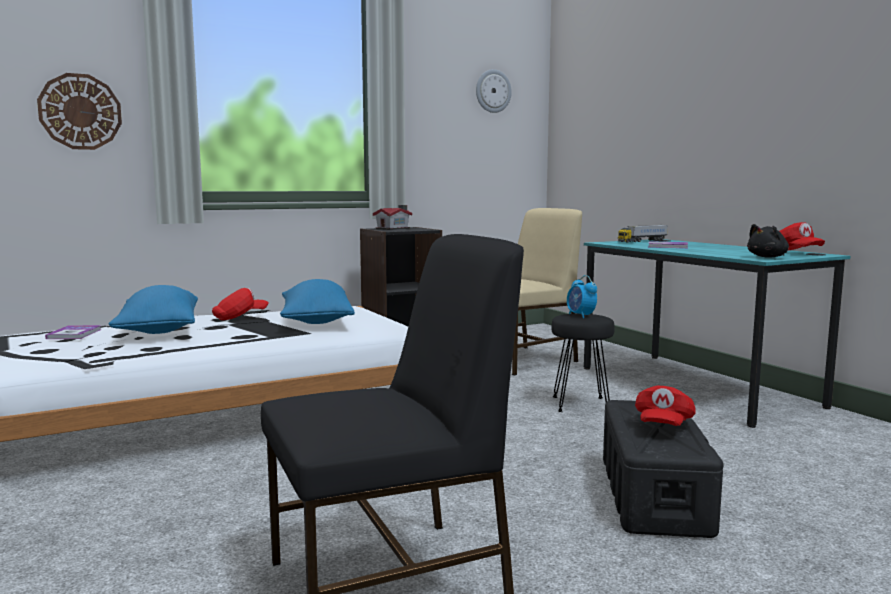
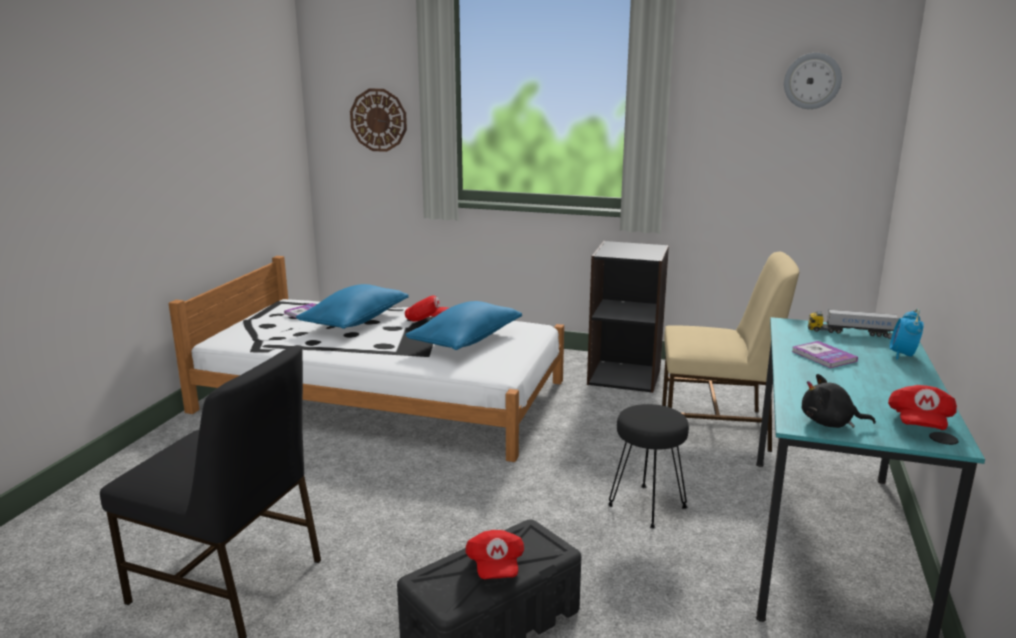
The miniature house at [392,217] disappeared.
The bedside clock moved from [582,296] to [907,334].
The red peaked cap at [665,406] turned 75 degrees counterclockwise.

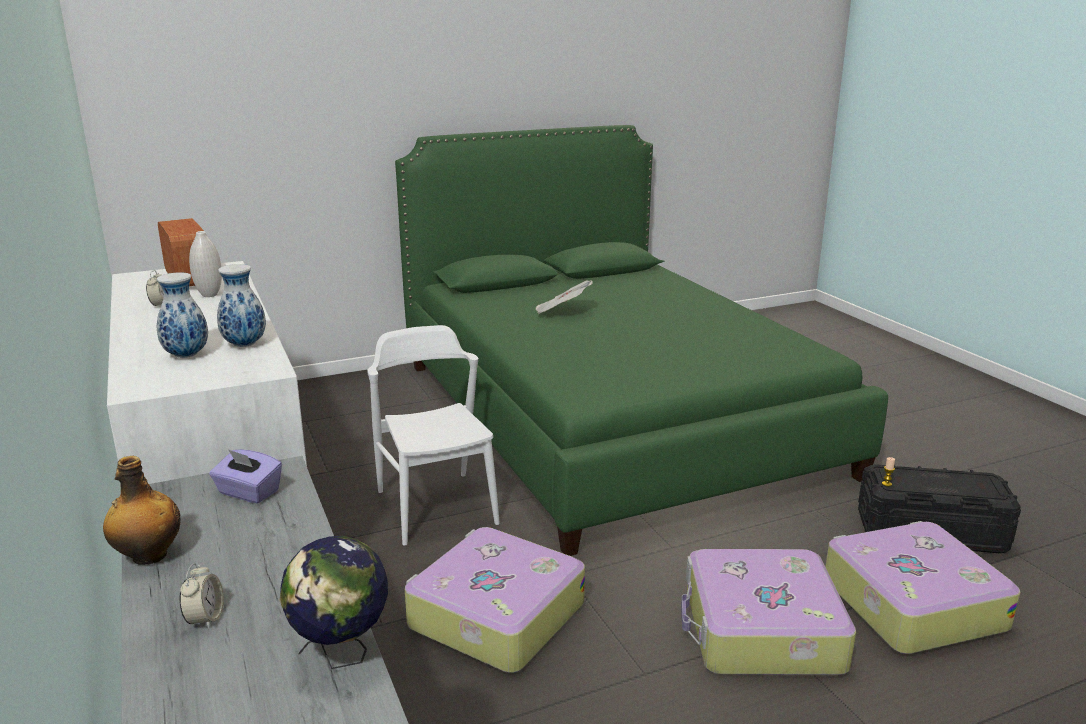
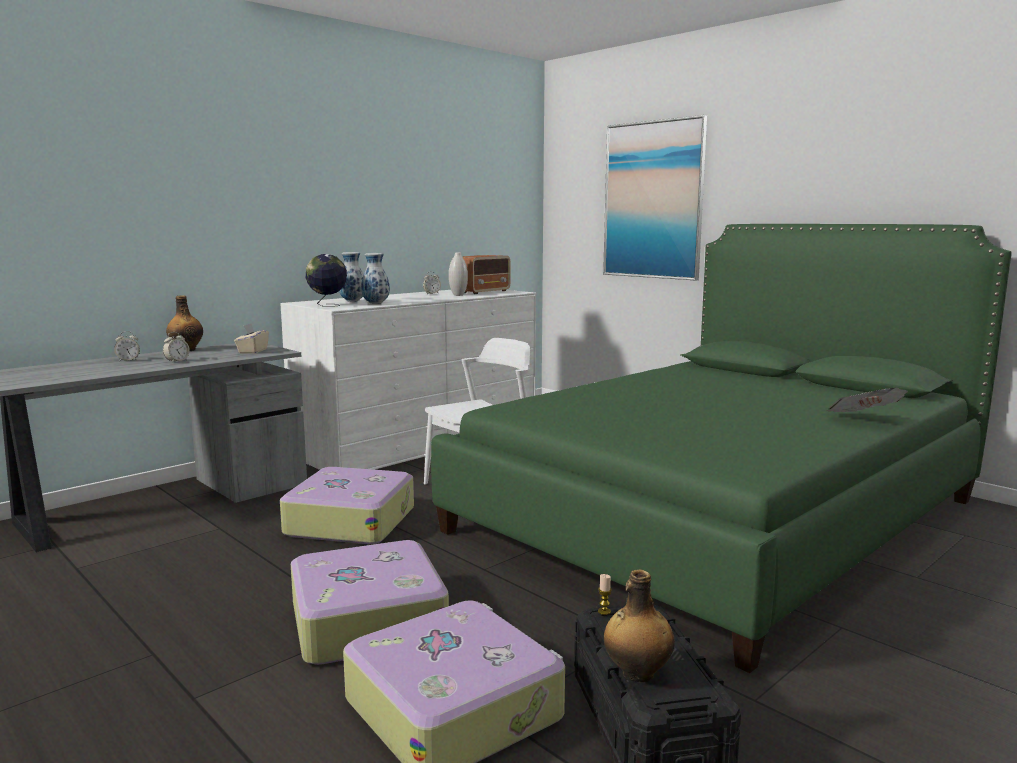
The printed paper moved from [564,297] to [867,400].
The purple tissue holder at [245,476] became the beige tissue holder at [251,339].
The globe moved from [334,602] to [326,280].
The wall art at [655,197] appeared.
The bedside clock at [176,347] appeared.
The bottle at [639,626] appeared.

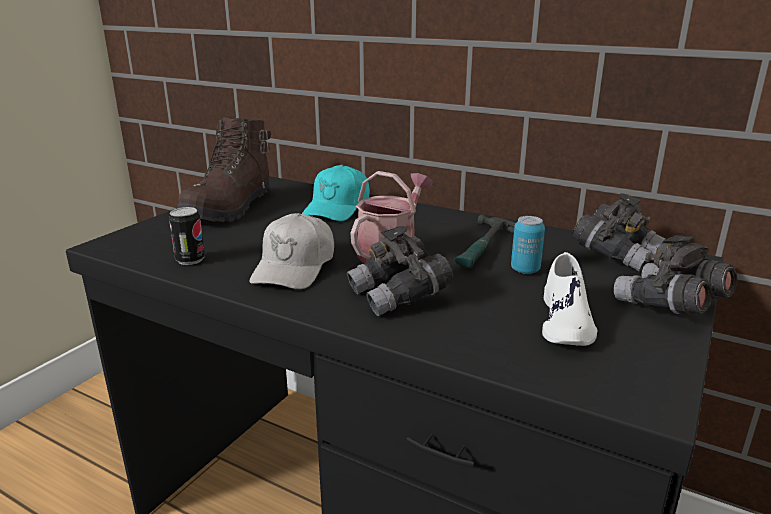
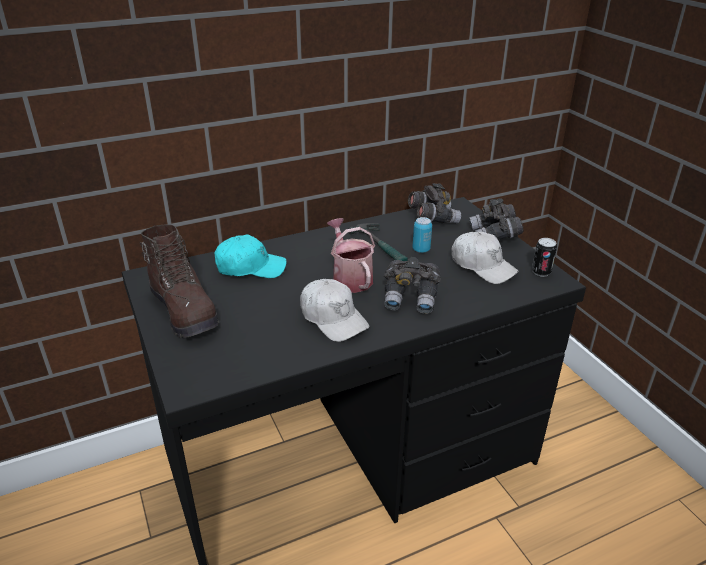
The turquoise-coloured peaked cap at [336,193] turned 60 degrees counterclockwise.
The metal can moved from [187,236] to [544,257].
The white-coloured shoe at [569,299] was replaced by the white-coloured peaked cap at [485,257].

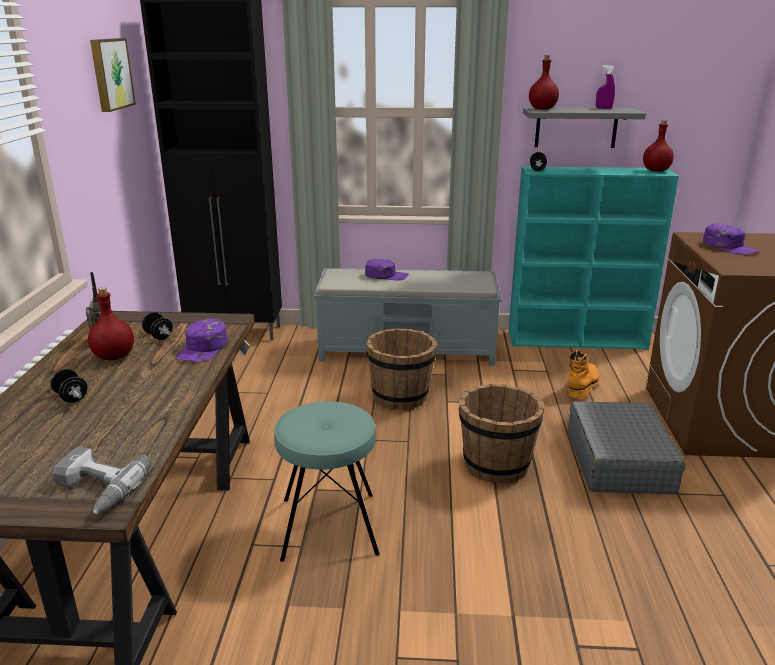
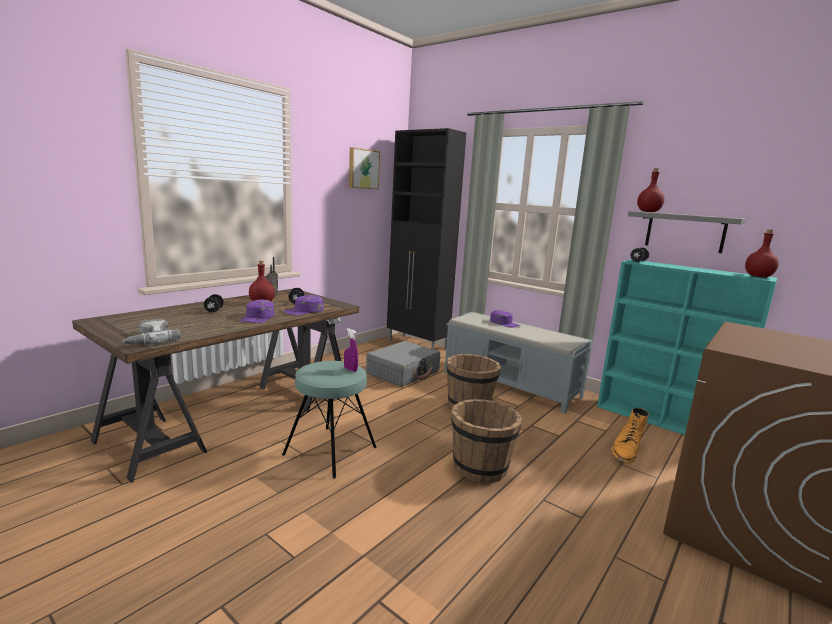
The purple sprayer moved from [605,87] to [351,350].
The purple peaked cap moved from [731,239] to [257,311].
The orangey boot at [583,374] turned 150 degrees clockwise.
The grey suitcase moved from [627,447] to [403,364].

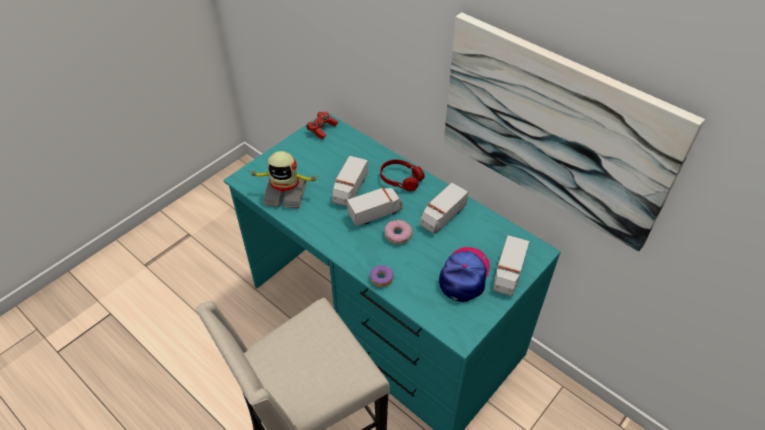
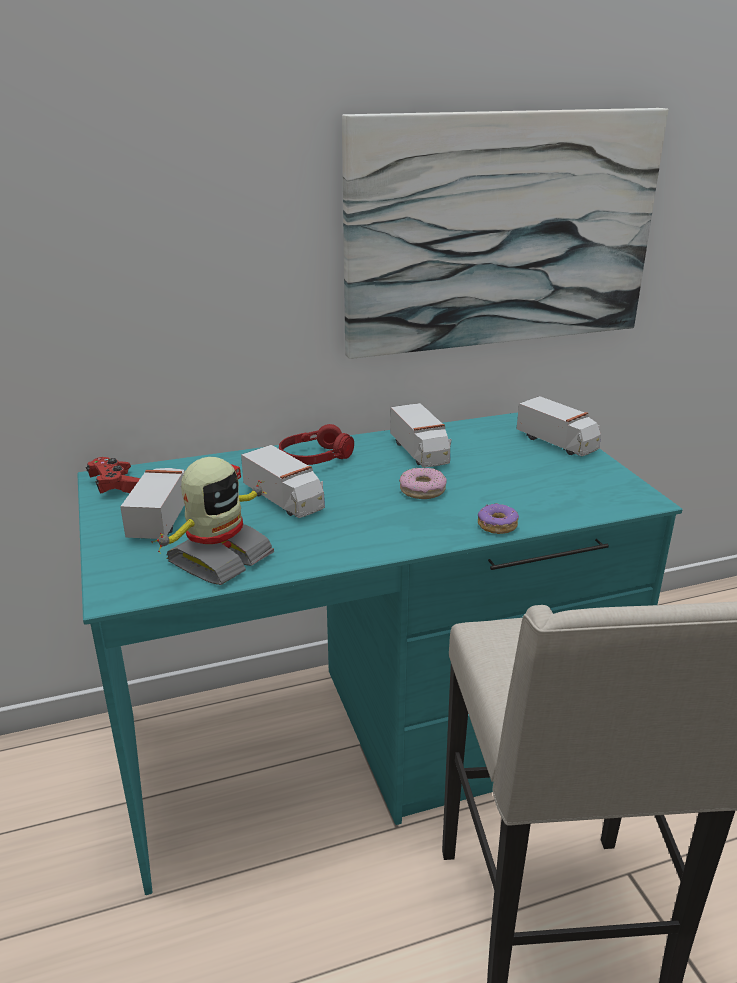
The model truck moved from [375,206] to [152,503].
The peaked cap at [464,274] disappeared.

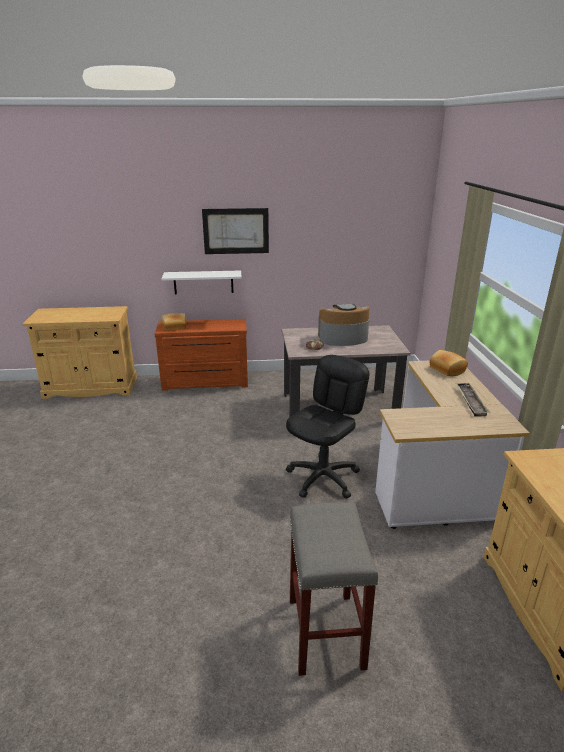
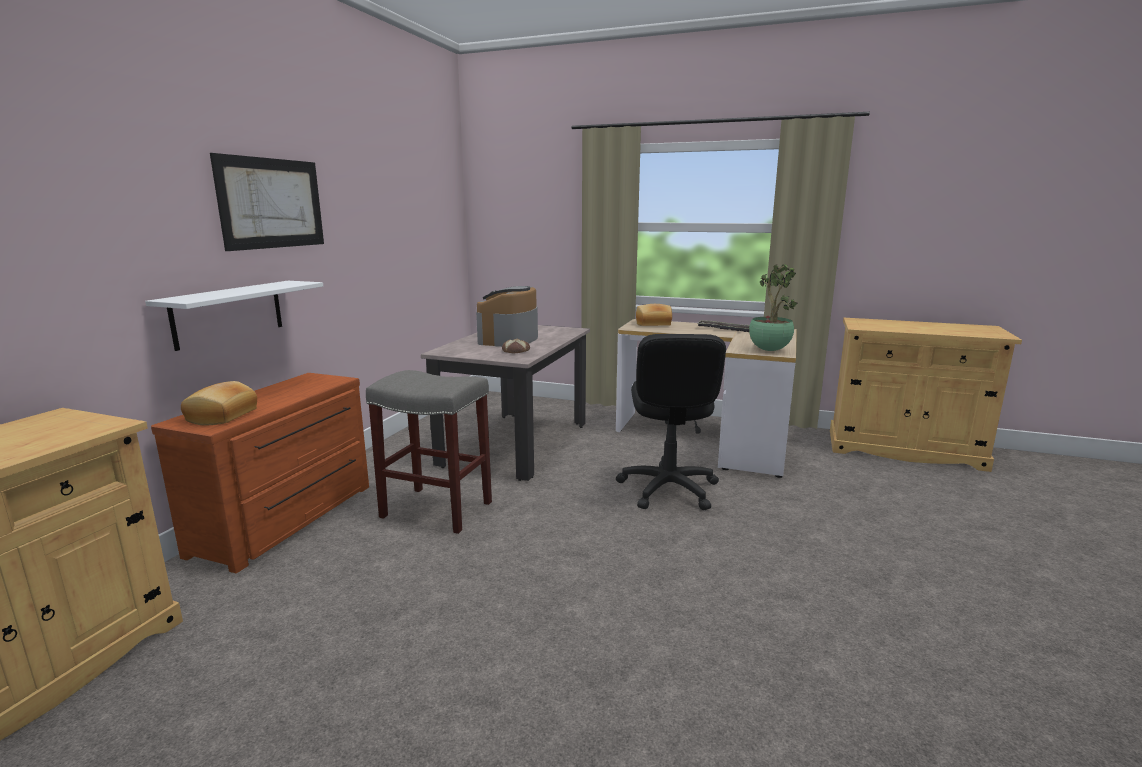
The black-coloured office chair at [327,426] turned 150 degrees counterclockwise.
The grey sitting stool moved from [334,589] to [429,452].
The plant in a pot at [773,307] appeared.

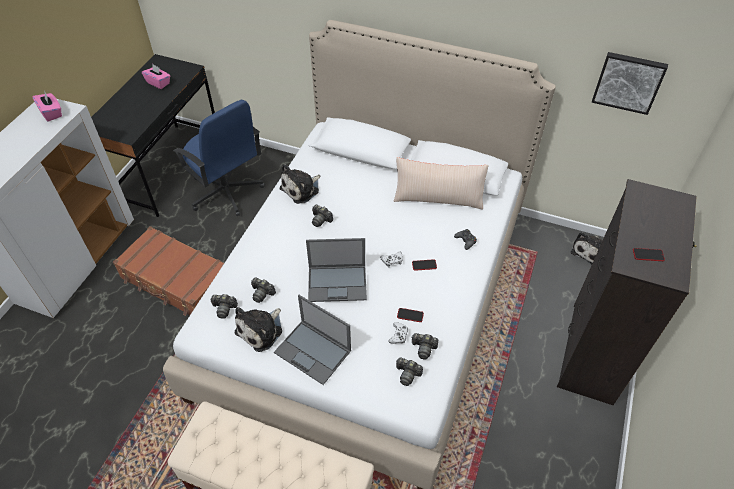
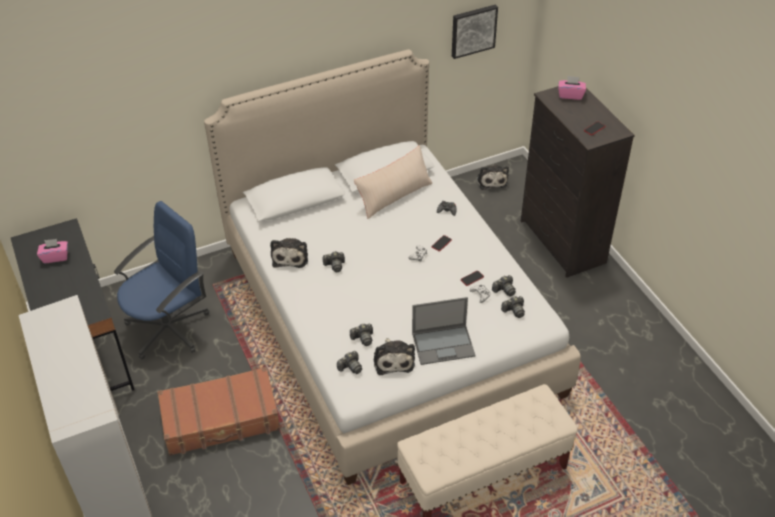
The pink tissue holder moved from [47,107] to [572,88].
The blue-coloured office chair at [219,158] turned 45 degrees counterclockwise.
The portable computer at [336,270] disappeared.

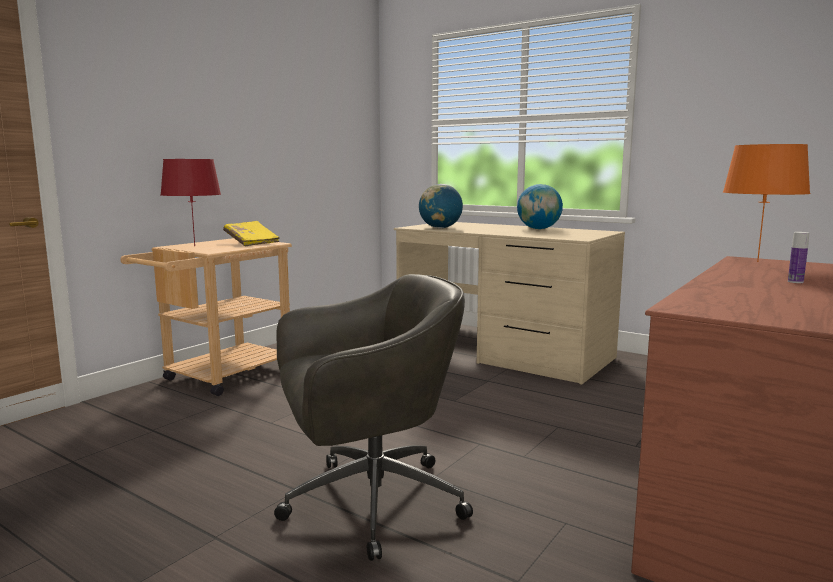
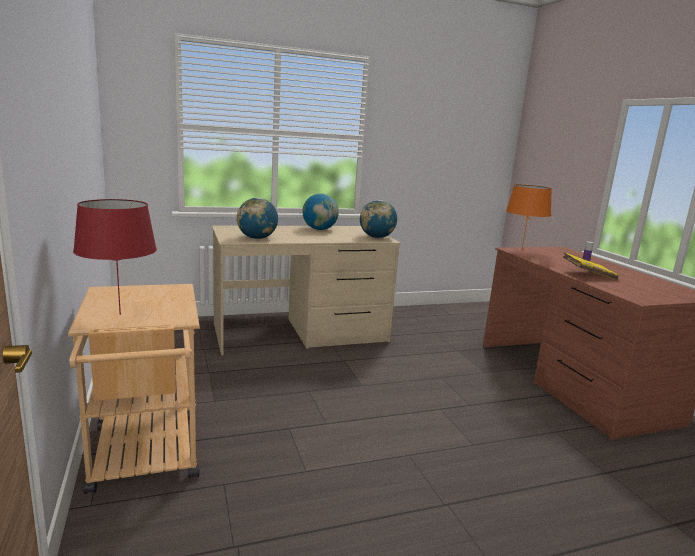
The yellowish book moved from [251,234] to [591,266].
The grey office chair at [373,417] disappeared.
The globe at [378,219] appeared.

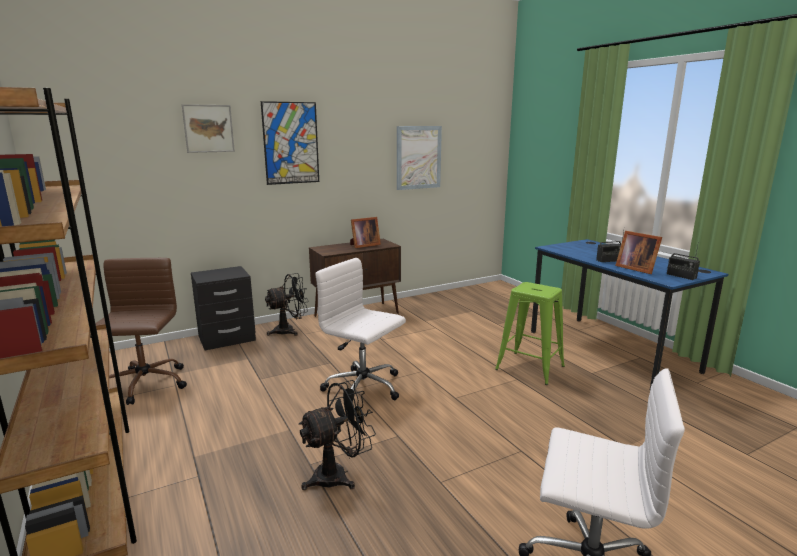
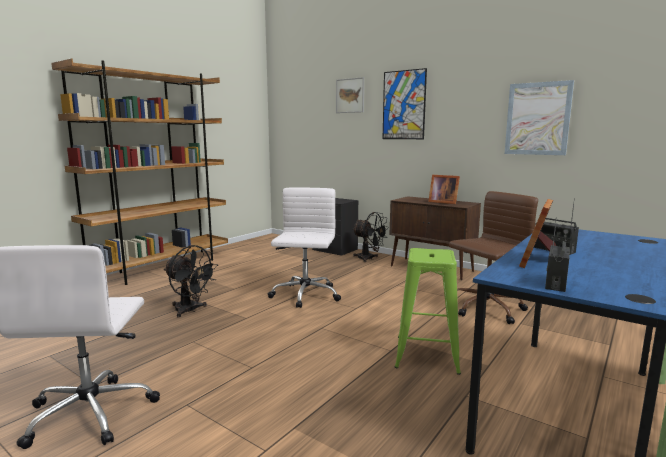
The brownish office chair moved from [141,331] to [493,257].

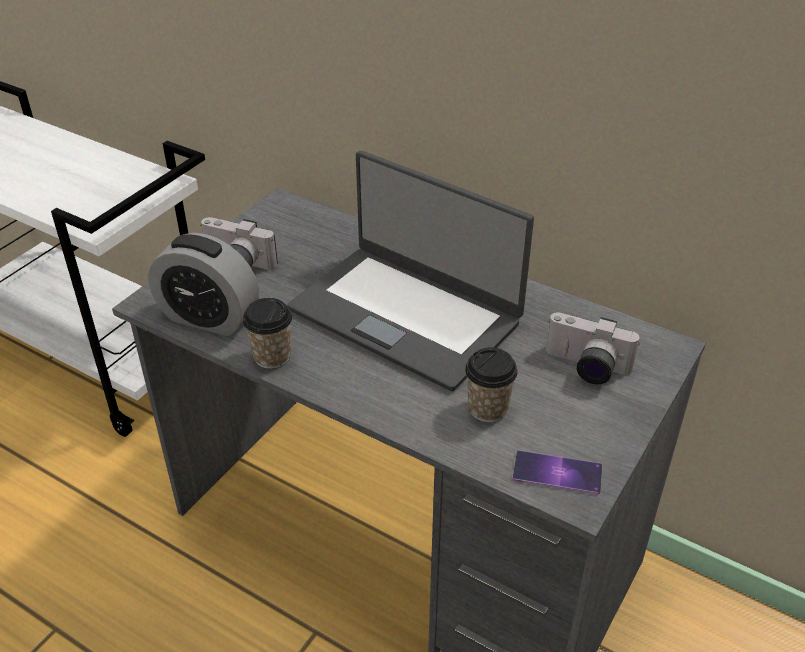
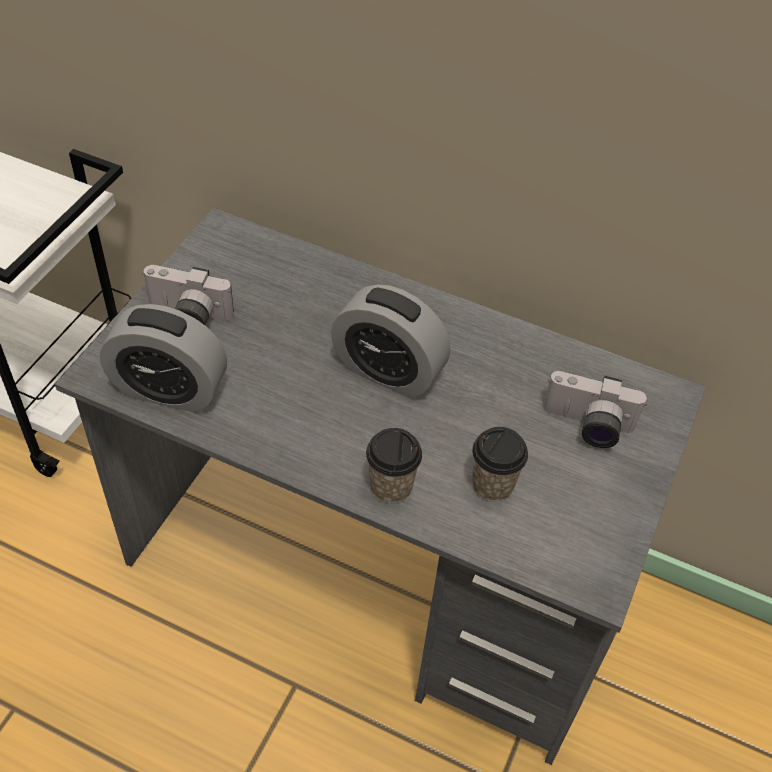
The portable computer at [410,271] was replaced by the bedside clock at [391,341].
The small cup moved from [267,333] to [394,465].
The handset at [557,472] disappeared.

